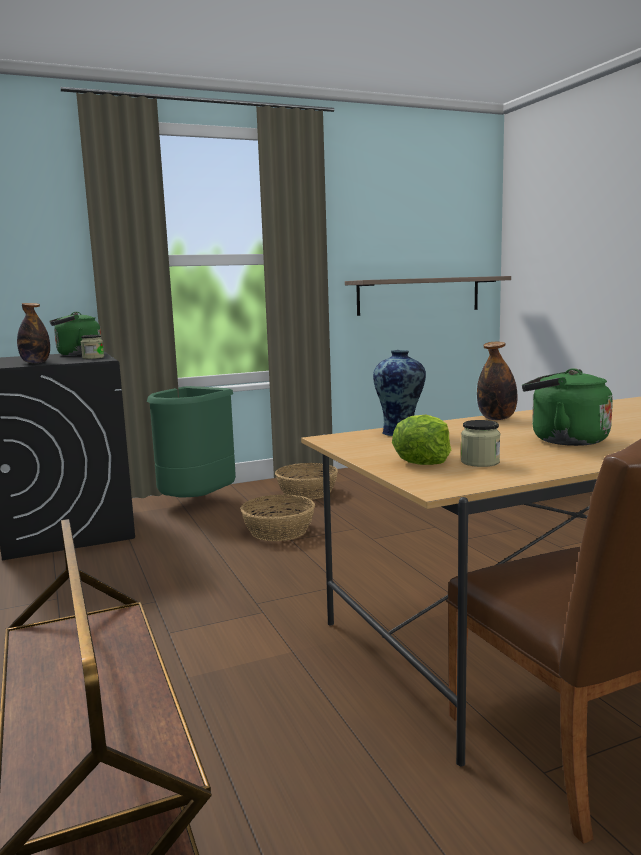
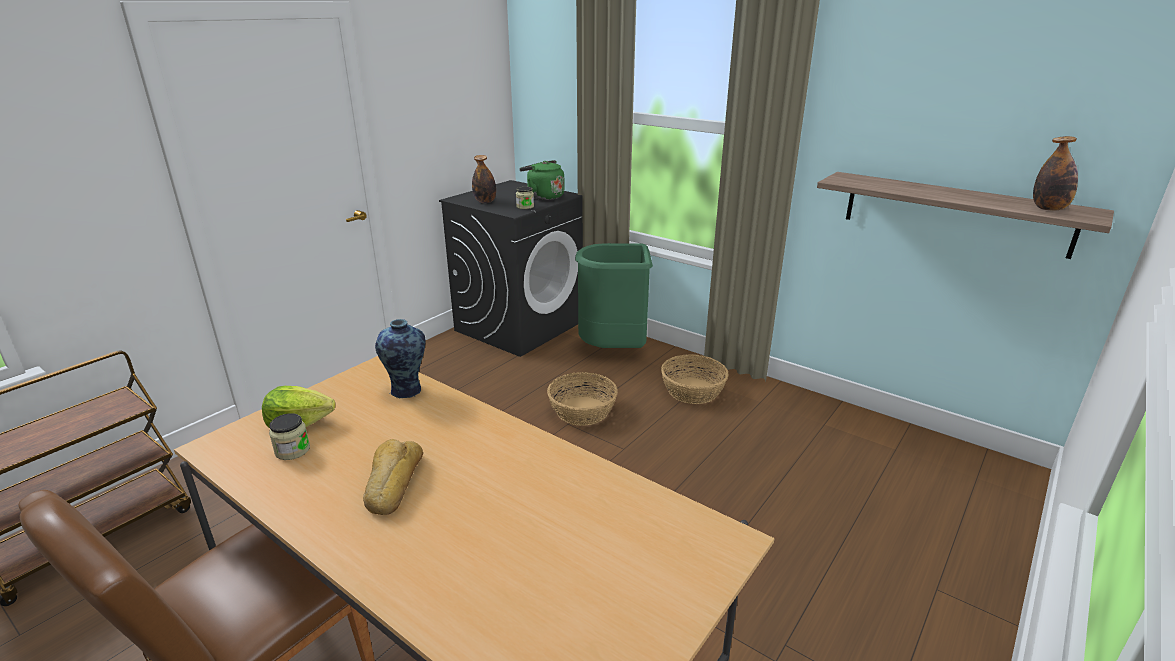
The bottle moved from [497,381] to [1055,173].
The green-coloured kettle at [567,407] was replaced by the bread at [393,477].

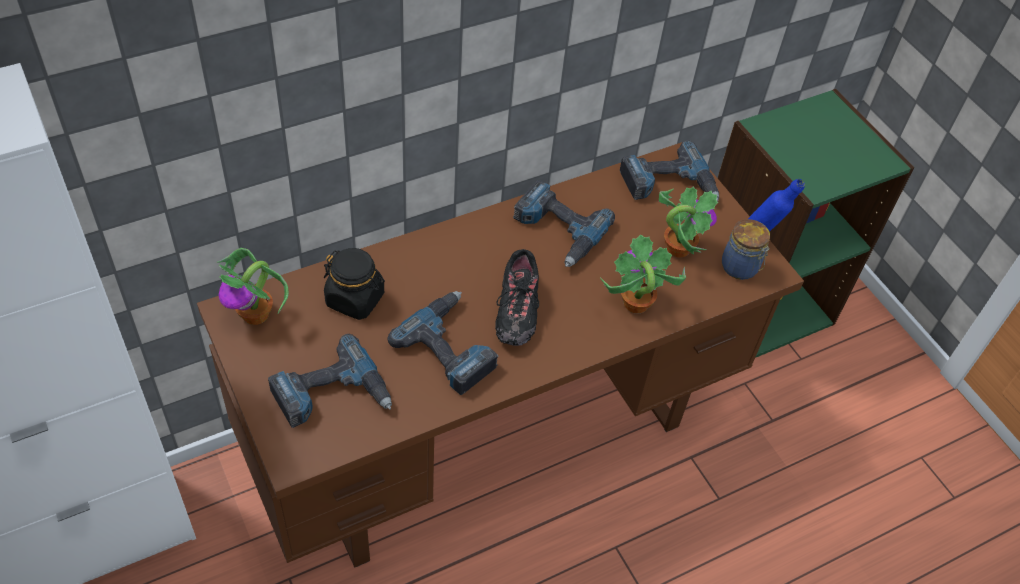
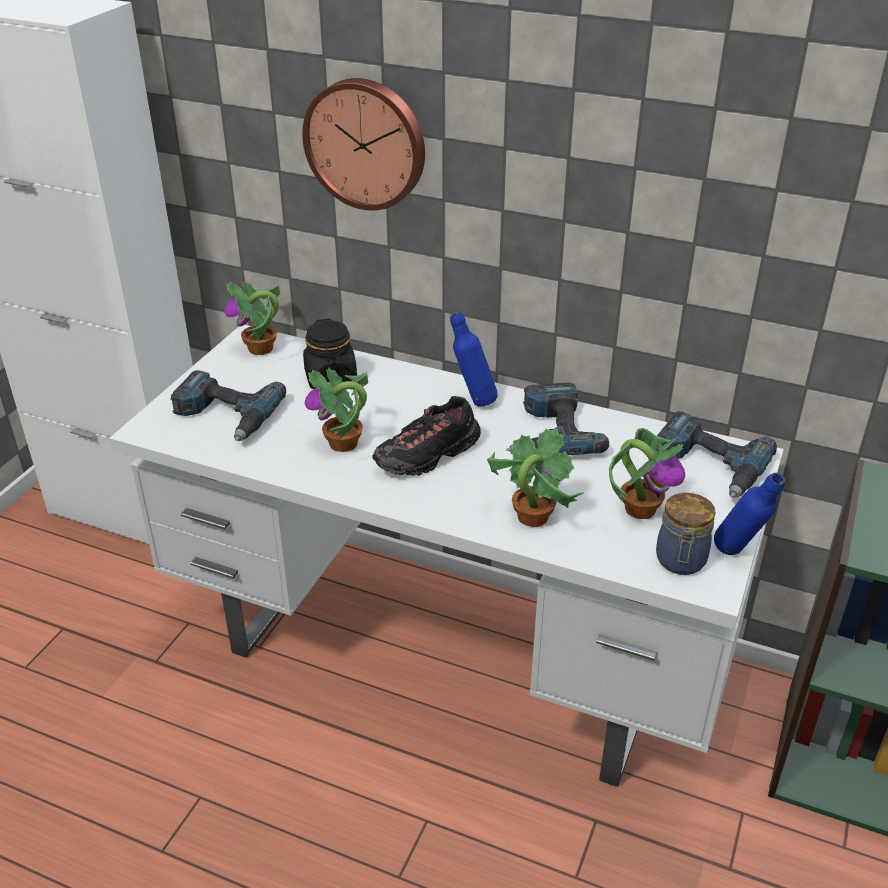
The brownish desk at [500,354] became the white-coloured desk at [446,556].
The power drill at [443,343] was replaced by the plant in a pot at [336,410].
The wall clock at [363,144] appeared.
The blue-coloured bottle at [474,358] appeared.

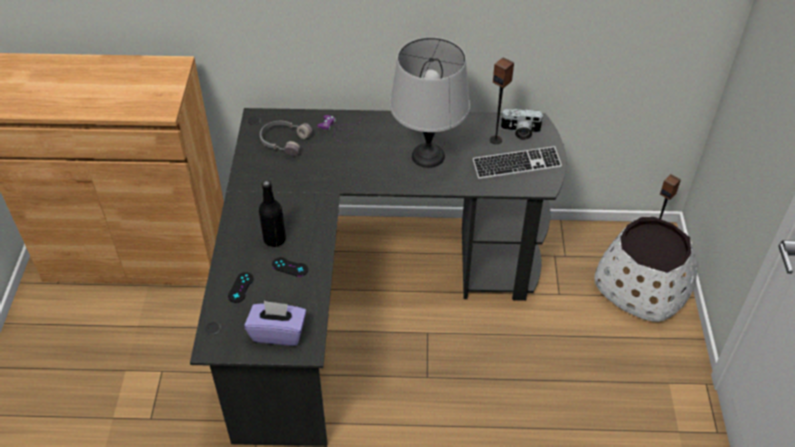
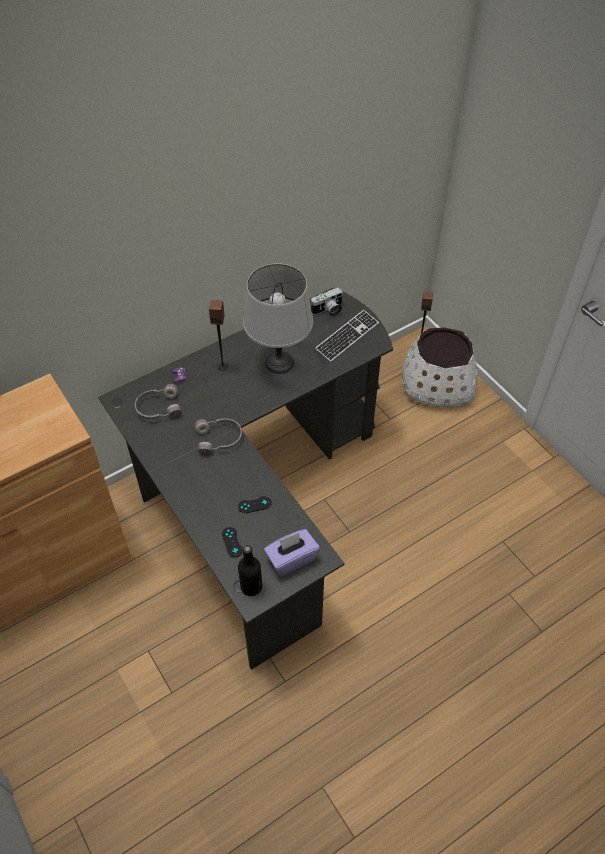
The speaker moved from [502,100] to [219,335].
The black-coloured bottle moved from [272,213] to [250,570].
The grey headphones at [218,436] appeared.

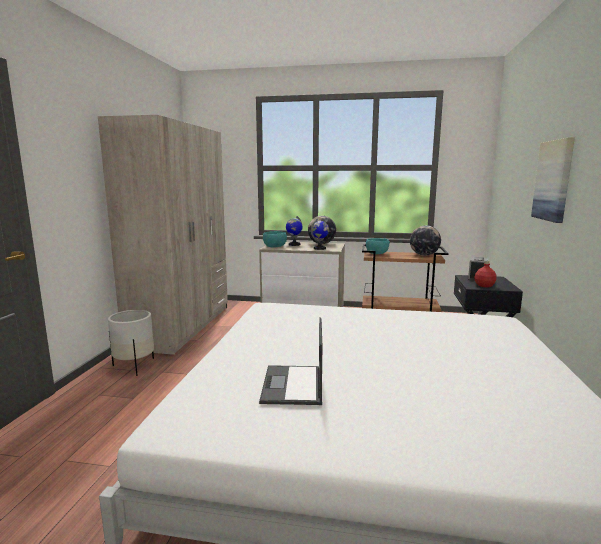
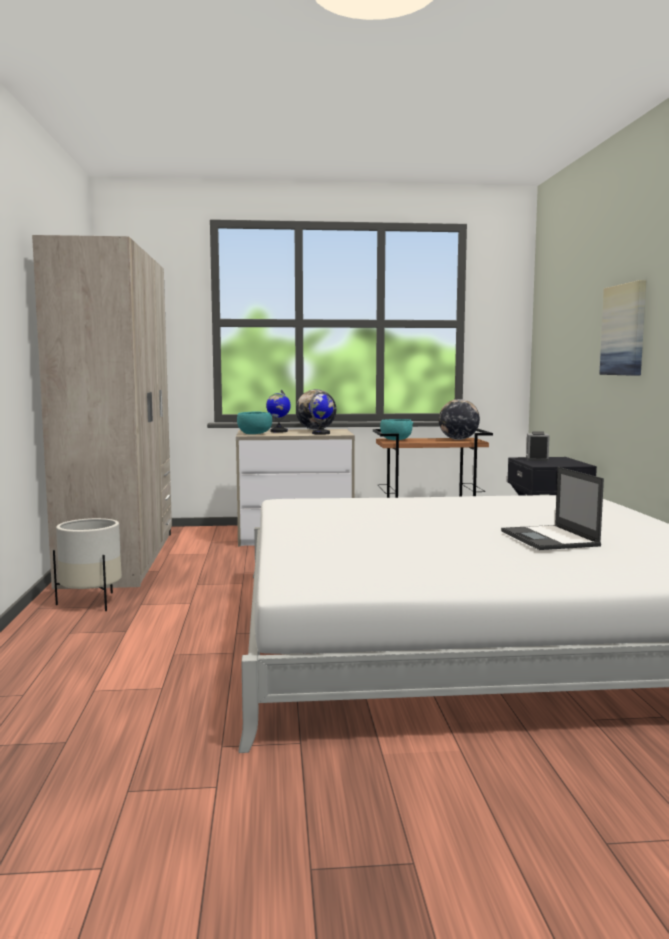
The red bottle at [485,274] disappeared.
The portable computer moved from [290,361] to [552,508].

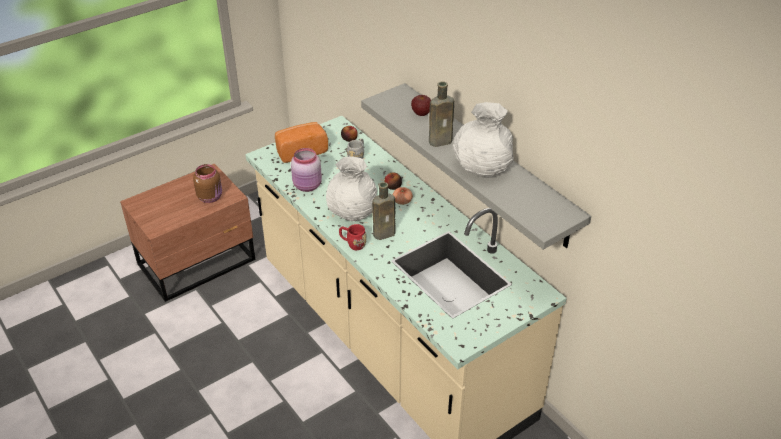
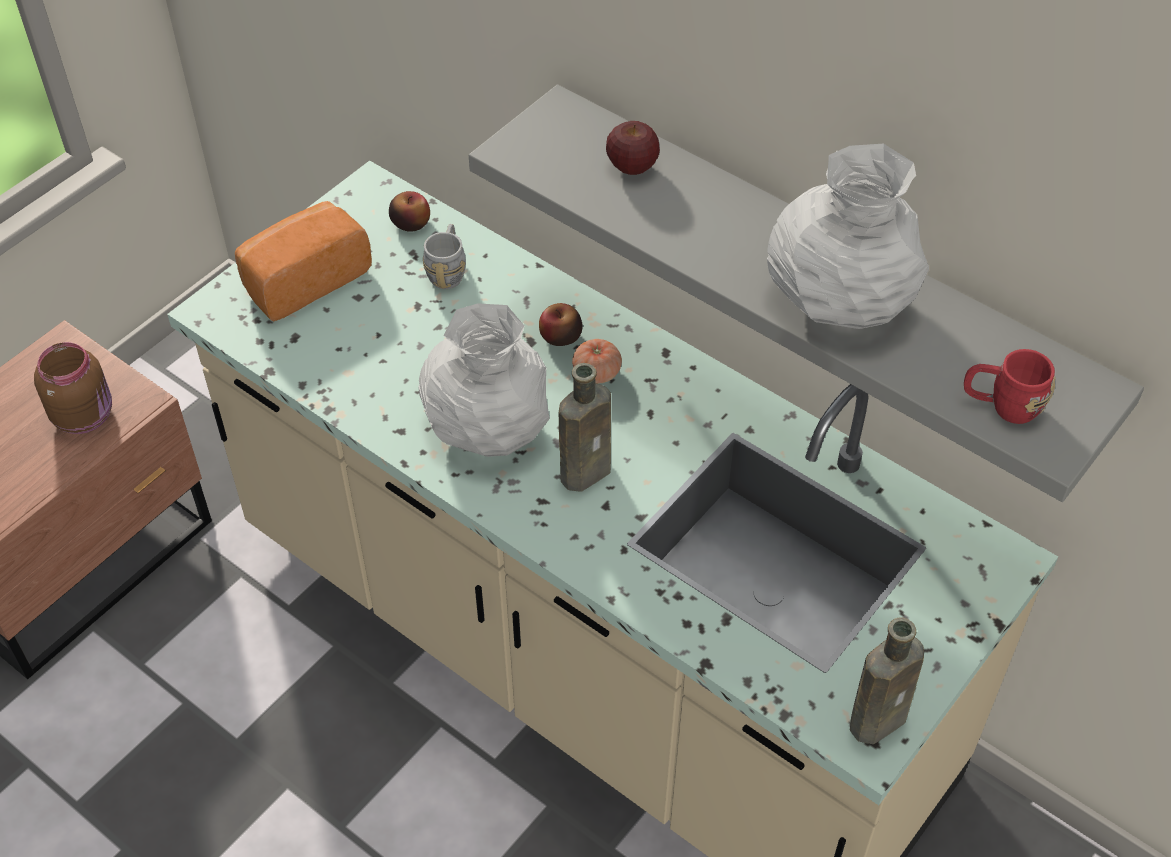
The brownish bottle moved from [441,114] to [887,680].
The pink preserve jar at [306,170] disappeared.
The red tea mug moved from [352,237] to [1009,386].

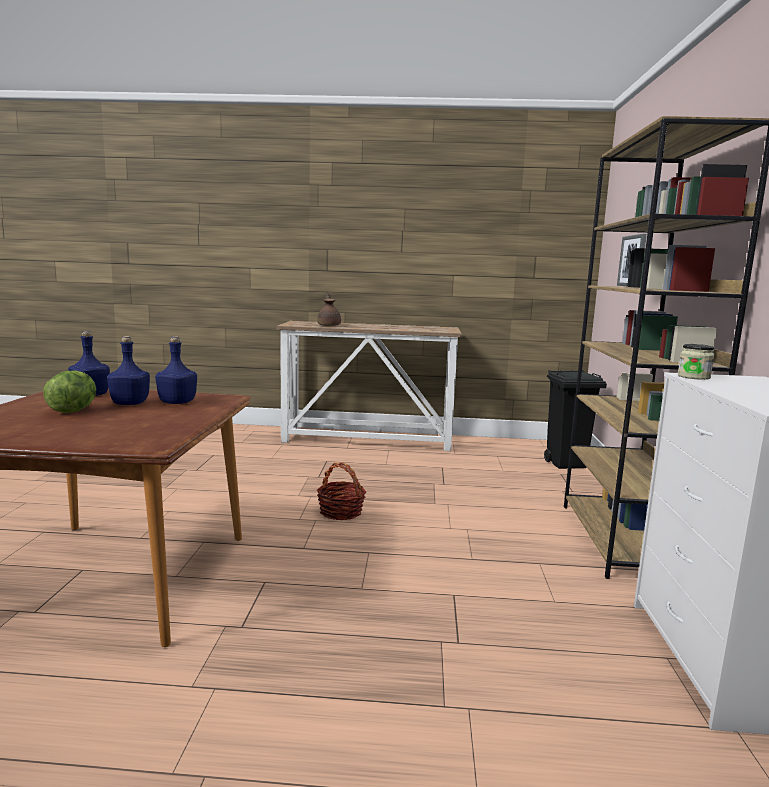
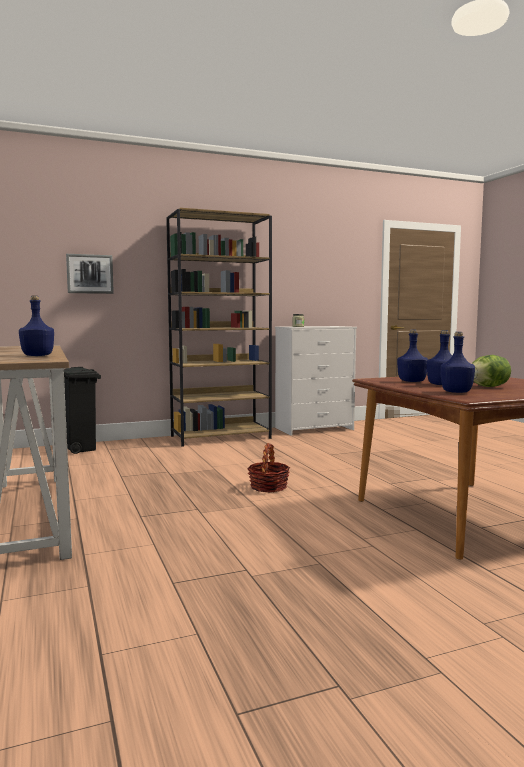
The brownish tea pot at [329,309] was replaced by the blue-coloured bottle at [36,325].

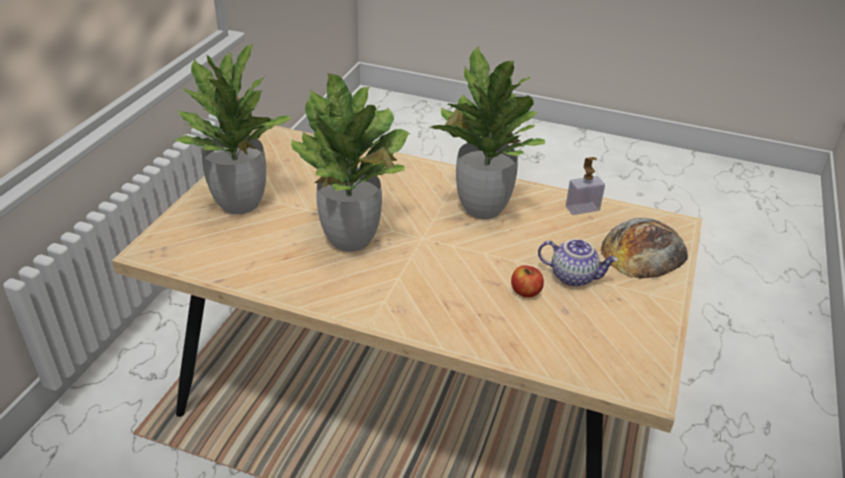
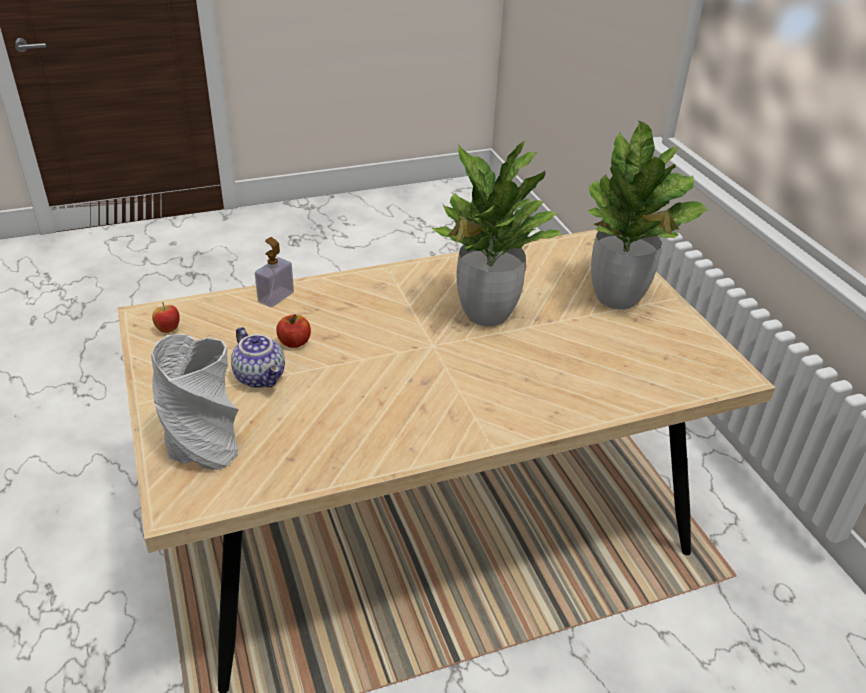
The plant in a pot at [488,133] disappeared.
The soap bottle moved from [585,186] to [274,272].
The bread at [644,248] was replaced by the grey decorative vase at [195,402].
The tea pot at [578,263] turned 105 degrees counterclockwise.
The apple at [166,317] appeared.

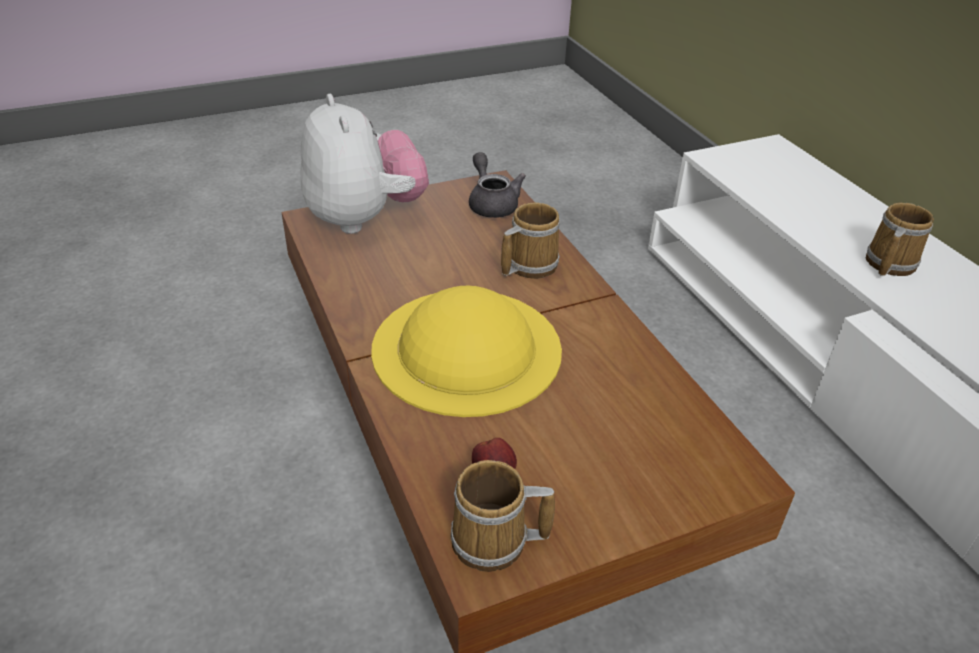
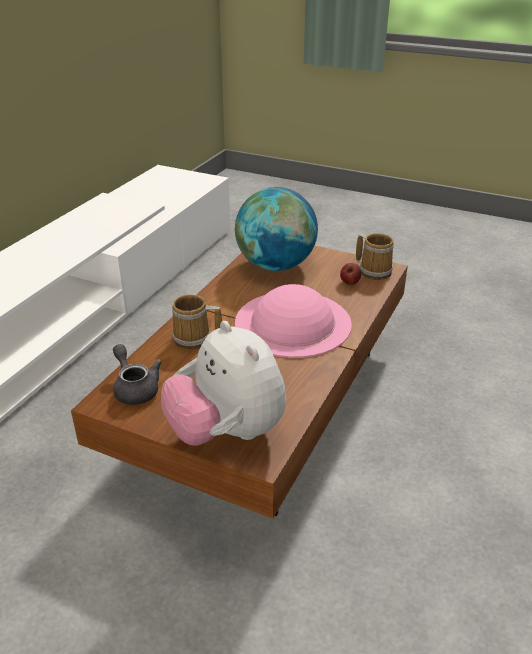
The plush toy at [364,164] turned 60 degrees counterclockwise.
The grey tea pot at [497,185] turned 120 degrees clockwise.
The tea mug at [900,239] disappeared.
The yellowish wearable hat at [466,351] became the pink wearable hat at [293,321].
The globe at [276,229] appeared.

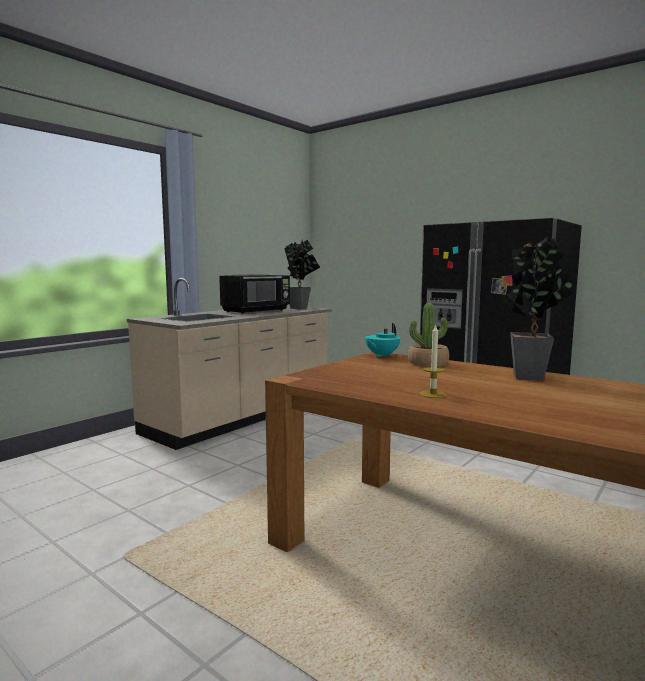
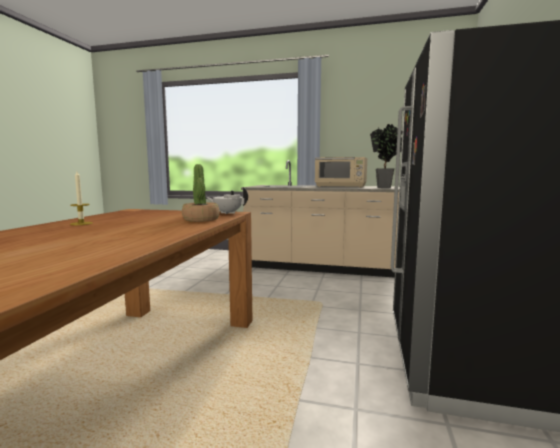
The plant in a pot at [539,309] disappeared.
The black-coloured kitchen microwave at [254,294] became the beige kitchen microwave at [341,172].
The turquoise-coloured tea pot at [383,340] became the white-coloured tea pot at [227,200].

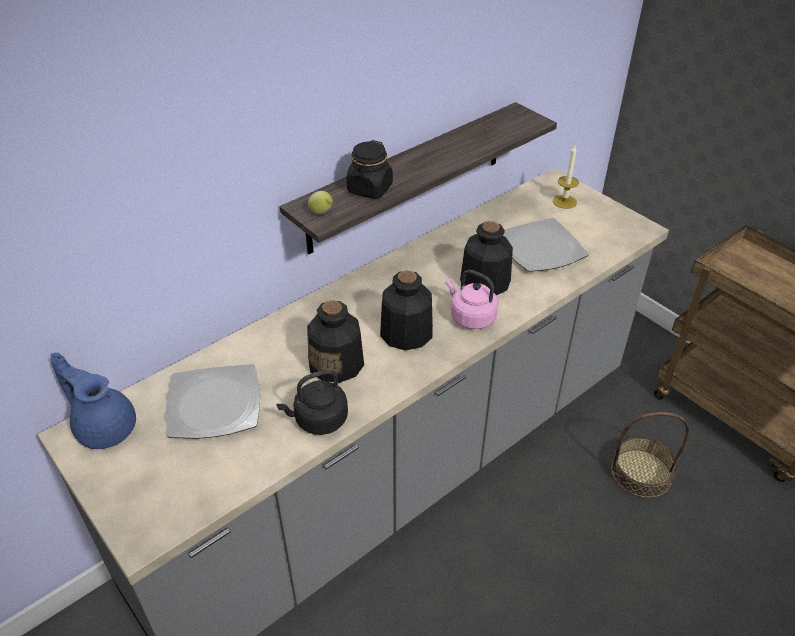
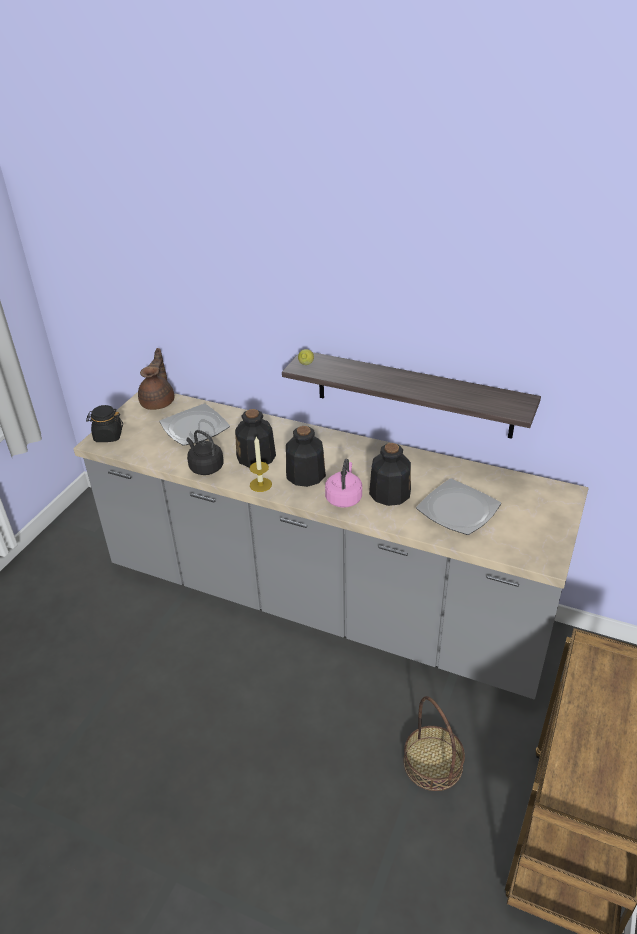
The black-coloured preserve jar moved from [369,169] to [104,423].
The wax light moved from [566,177] to [261,464].
The blue-coloured tea pot at [93,400] became the brownish tea pot at [156,379].

